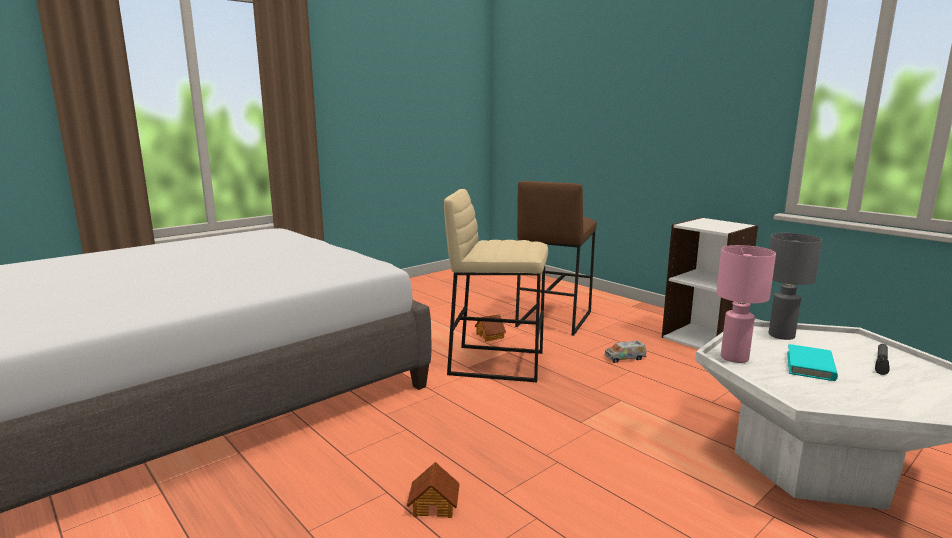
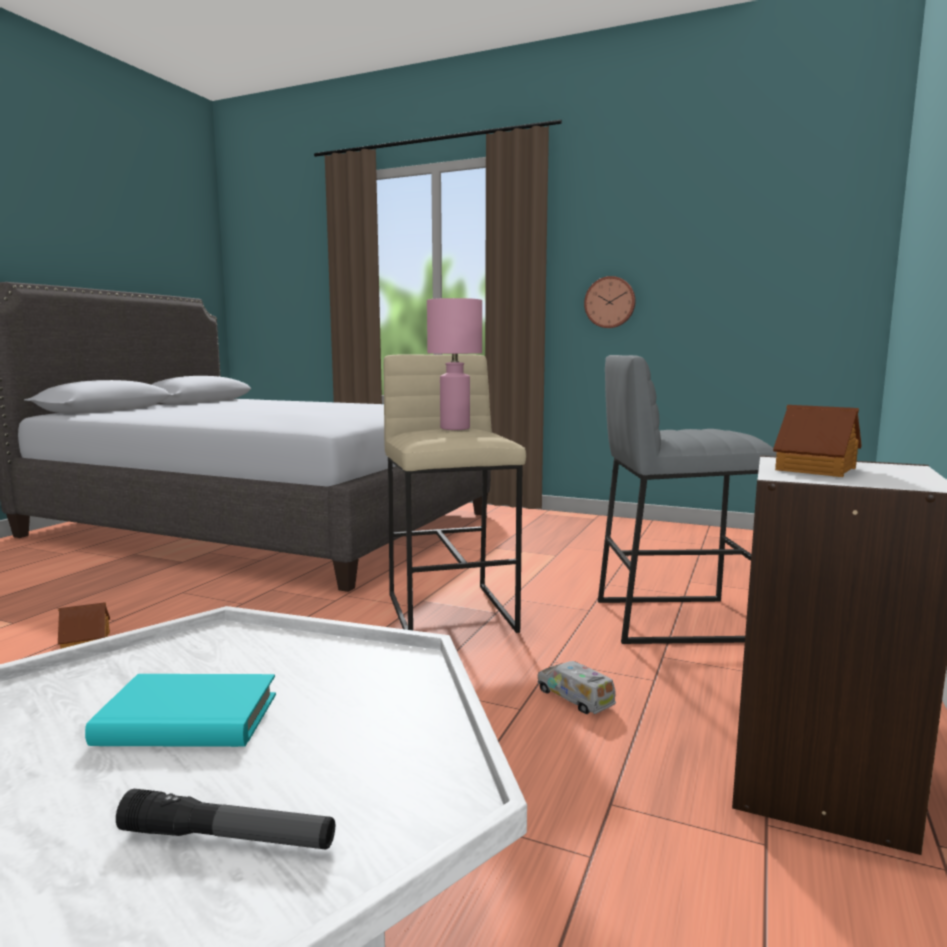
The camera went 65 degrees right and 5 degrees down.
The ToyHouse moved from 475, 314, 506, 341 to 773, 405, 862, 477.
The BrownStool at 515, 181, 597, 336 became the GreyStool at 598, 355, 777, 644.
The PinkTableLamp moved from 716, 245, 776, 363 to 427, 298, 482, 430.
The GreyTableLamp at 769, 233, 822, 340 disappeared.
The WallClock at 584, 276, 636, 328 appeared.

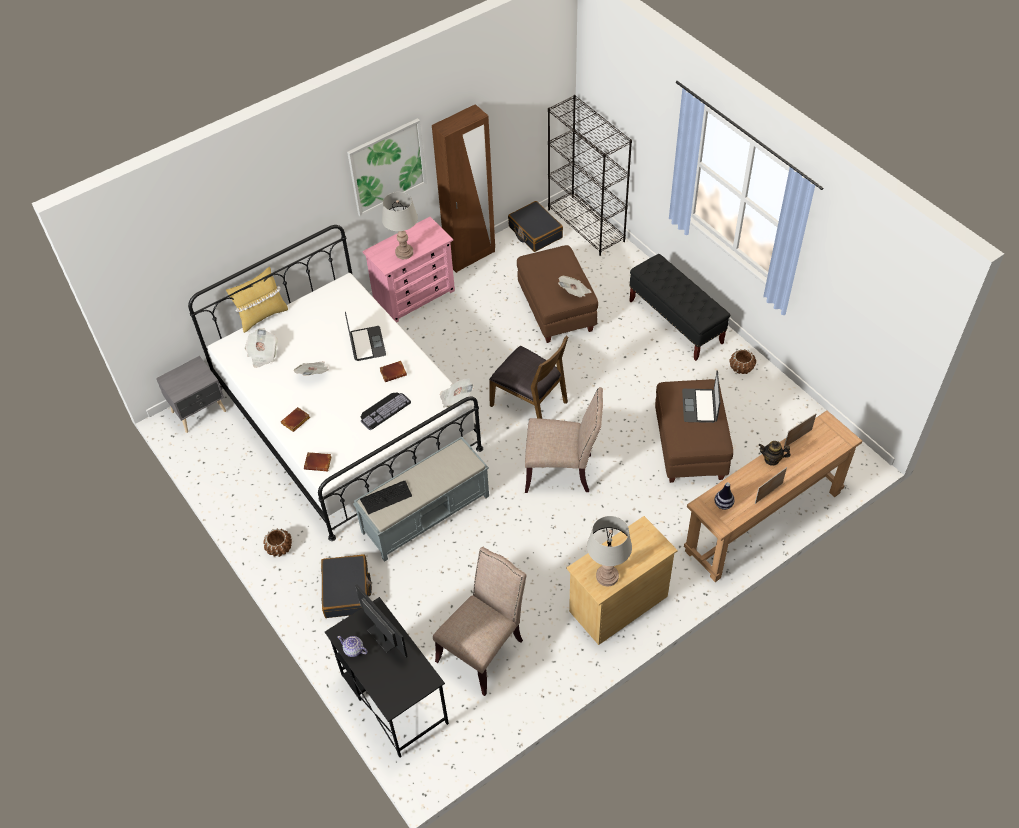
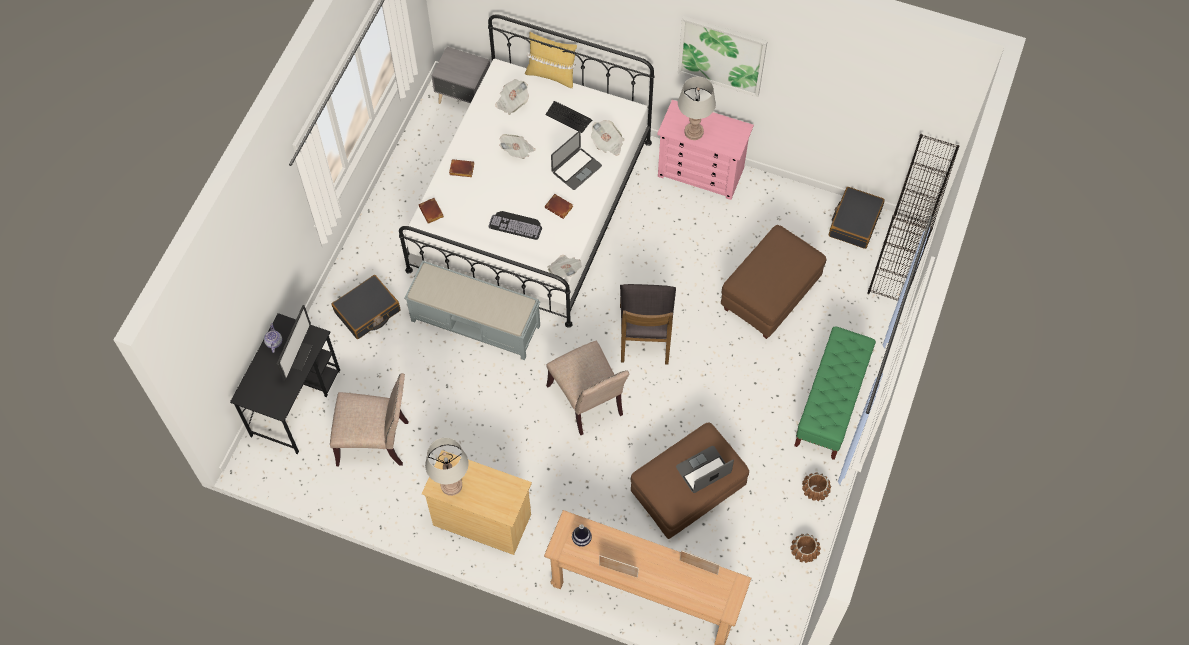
The camera went 55 degrees right and 10 degrees up.
The BrownPlanter moved from 263, 529, 292, 557 to 790, 533, 821, 563.
The Keyboard moved from 360, 481, 412, 514 to 545, 101, 592, 133.
The BrownWardrobe at 432, 104, 495, 273 disappeared.
The Newspaper moved from 558, 276, 591, 298 to 591, 120, 624, 156.
The BlackBench at 629, 254, 730, 361 became the GreenBench at 794, 326, 876, 460.
The Teapot at 758, 441, 791, 466 disappeared.

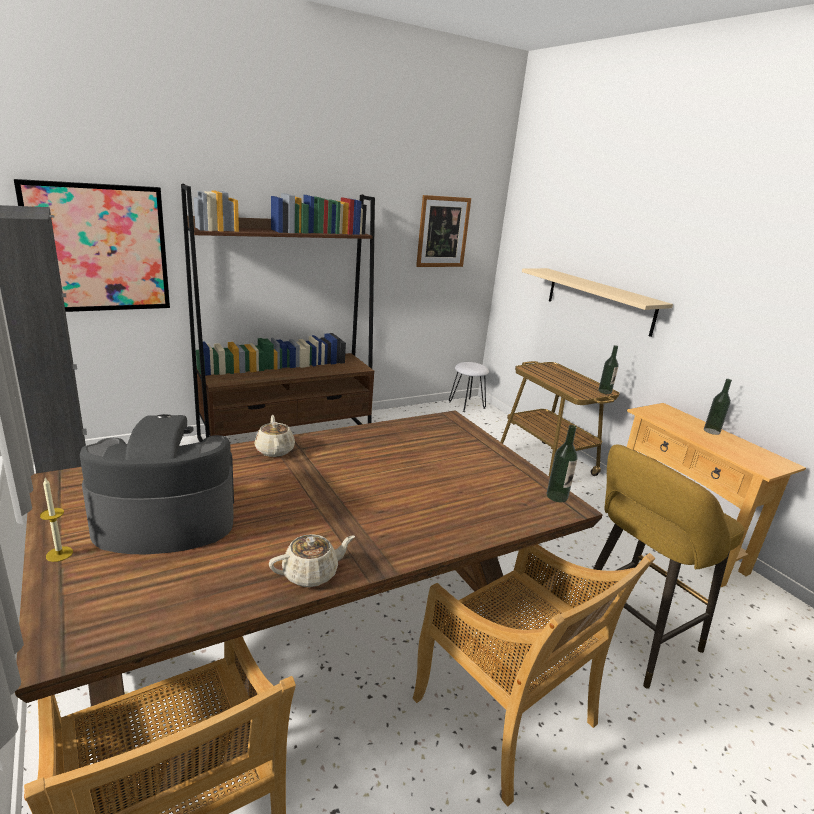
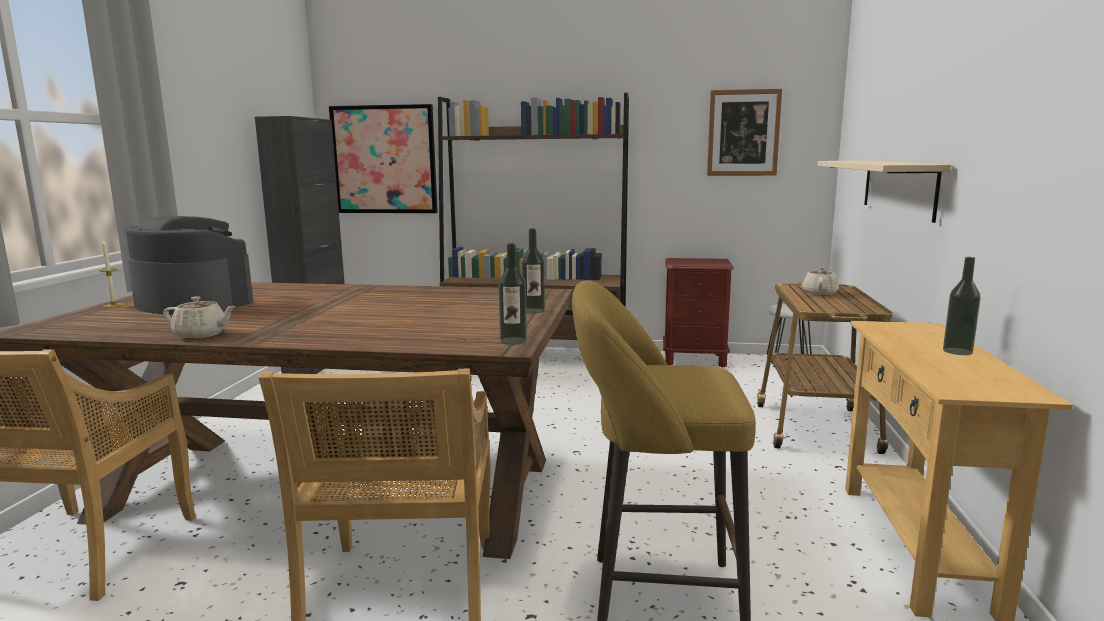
The camera went 40 degrees right and 10 degrees down.
The BeigeTeapot moved from 254, 415, 295, 457 to 802, 267, 839, 296.
The Bottle moved from 598, 345, 618, 394 to 522, 228, 545, 314.
The BrownNightstand at 663, 258, 734, 367 appeared.

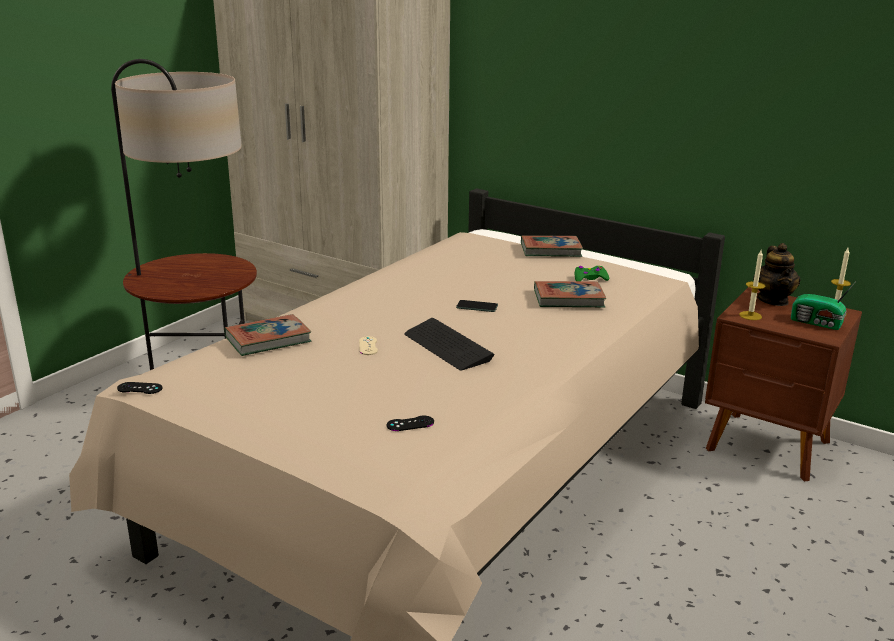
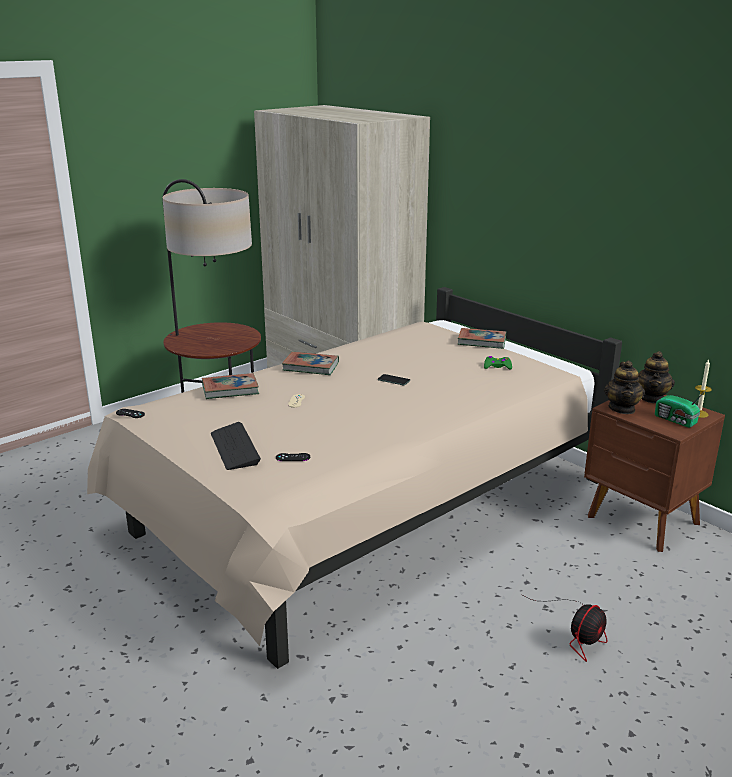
The camera went 15 degrees right and 0 degrees up.
The Keyboard moved from 404, 318, 495, 371 to 211, 422, 261, 470.
The Book moved from 534, 281, 606, 308 to 282, 352, 339, 375.
The Candle at 739, 250, 765, 320 was replaced by the Teapot at 604, 360, 645, 414.
The Fan at 521, 594, 607, 662 appeared.

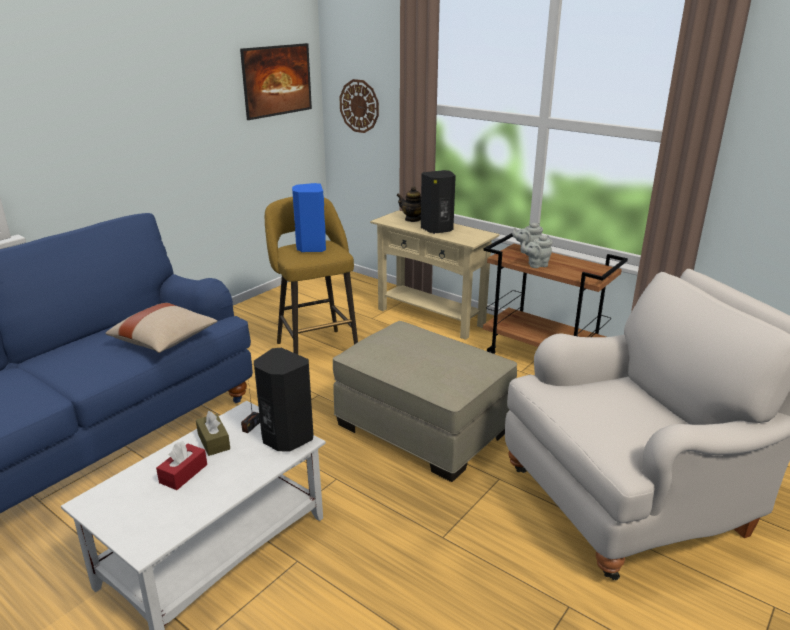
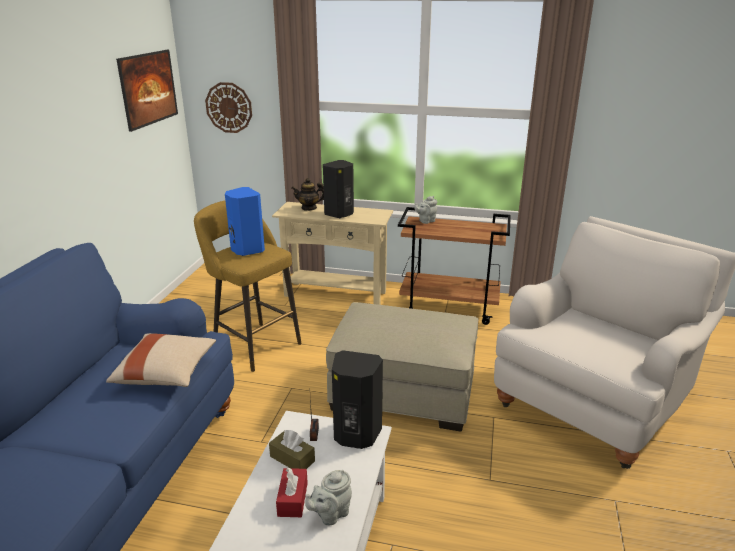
The camera went 25 degrees left and 0 degrees up.
The GreyTeapot moved from 521, 235, 553, 268 to 305, 470, 352, 526.

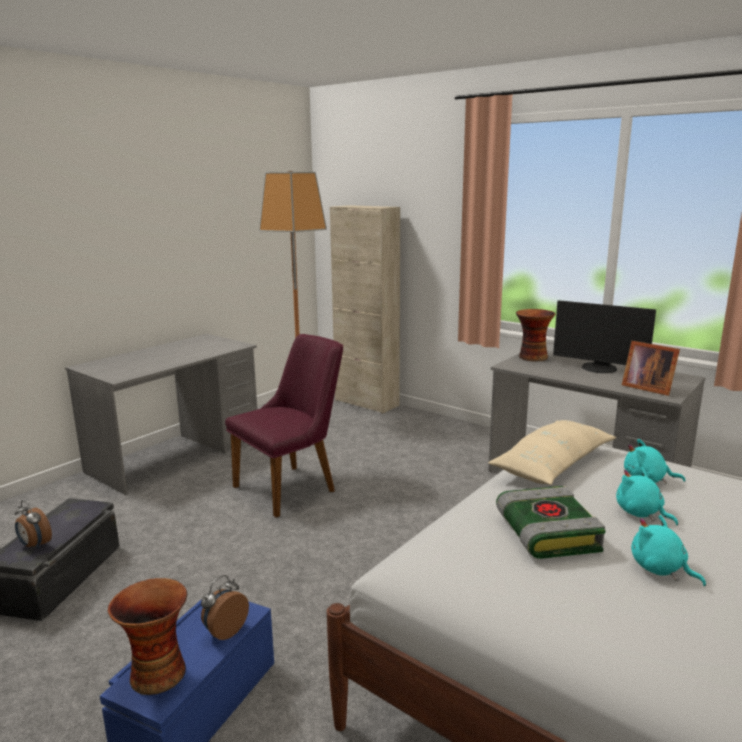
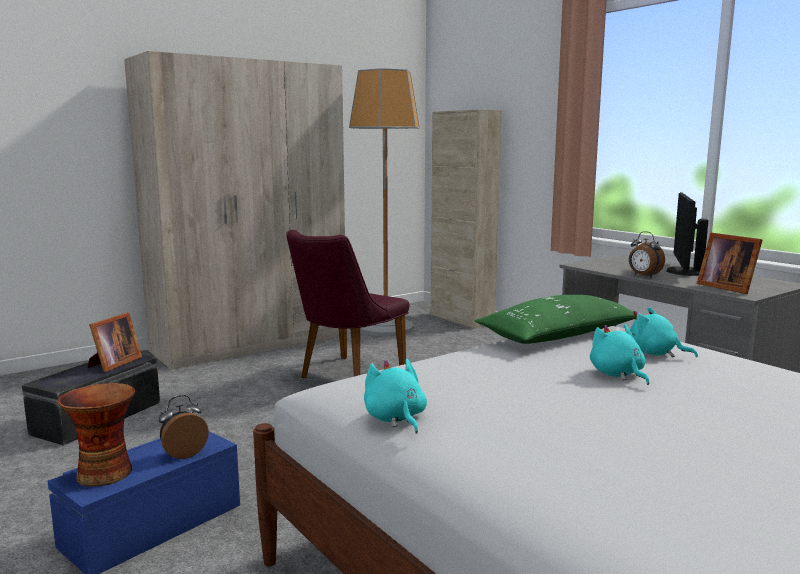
The camera went 15 degrees right and 5 degrees down.
The AlarmClock moved from 15, 500, 52, 549 to 629, 231, 665, 278.
The GreyDesk at 65, 334, 257, 495 was replaced by the BeigeWardrobe at 124, 51, 345, 370.
The PurpleChair at 225, 334, 343, 518 turned 150 degrees clockwise.
The BeigePillow at 488, 420, 616, 485 became the GreenPillow at 475, 295, 636, 344.
The Book at 496, 486, 605, 559 disappeared.
The Vase at 516, 309, 556, 361 disappeared.
The Monitor at 553, 300, 656, 373 turned 60 degrees clockwise.
The TurquoisePlushToy moved from 631, 515, 706, 586 to 364, 359, 427, 434.
The PictureFrame at 88, 312, 142, 372 appeared.

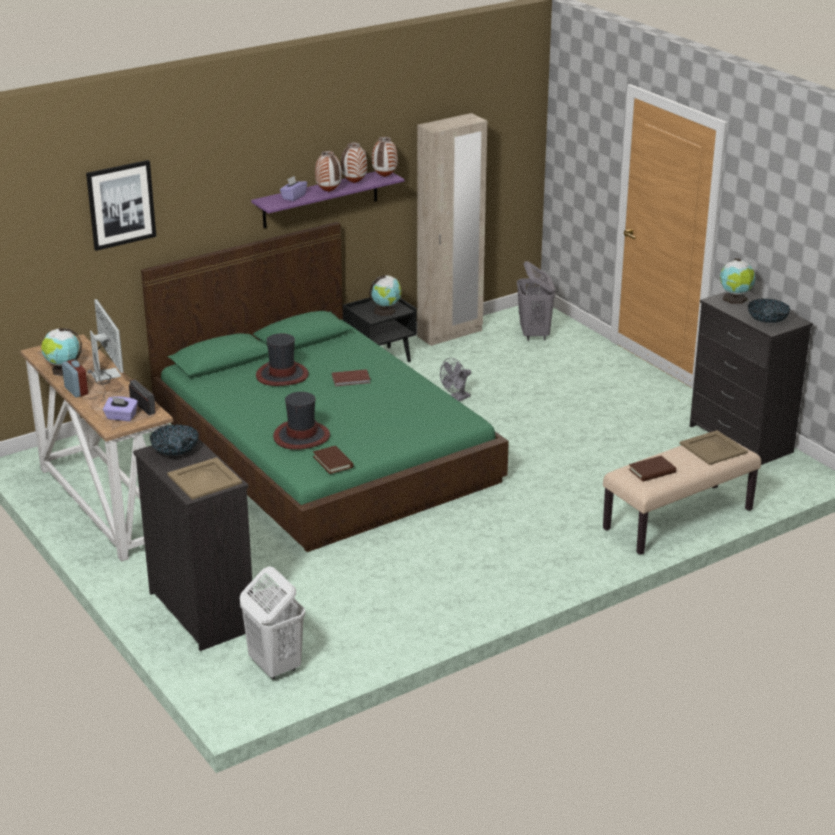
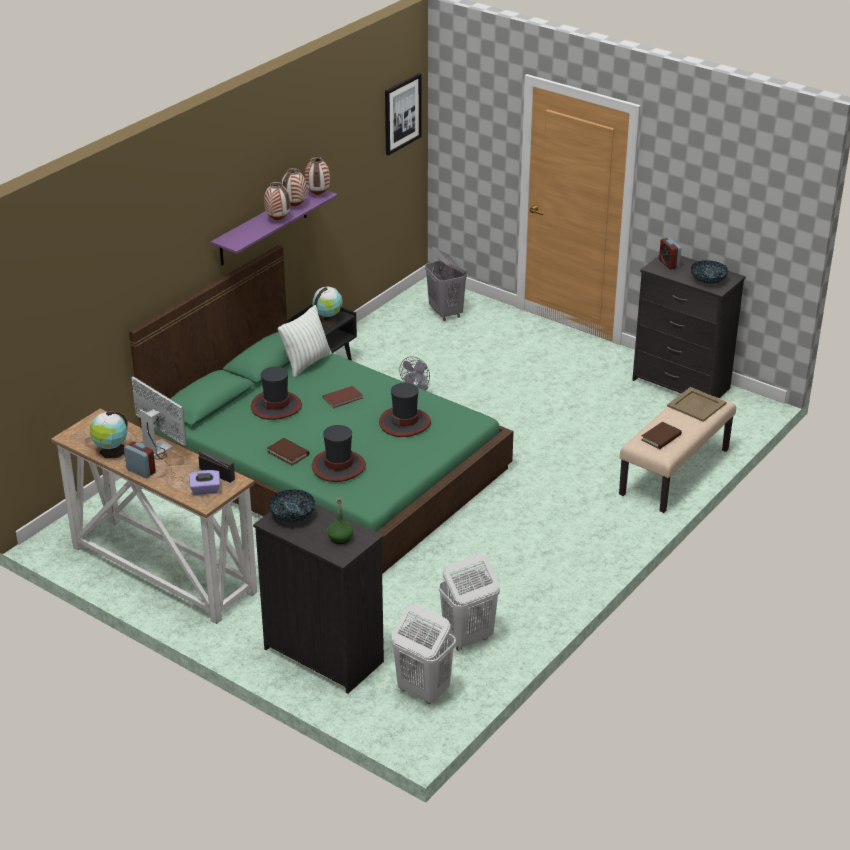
The camera went 20 degrees left and 5 degrees up.
The Picture moved from 86, 160, 156, 251 to 385, 73, 422, 156.
The BeigeTray at 167, 457, 242, 500 was replaced by the GreenBottle at 327, 498, 353, 544.
The PurpleTissueBox at 280, 176, 307, 201 disappeared.
The BrownBook moved from 313, 446, 354, 474 to 267, 438, 309, 466.
The BeigeWardrobe at 417, 113, 487, 346 disappeared.
The Globe at 720, 258, 755, 304 was replaced by the AlarmClock at 659, 238, 681, 269.
The Pillow at 278, 305, 332, 377 appeared.
The Hat at 379, 383, 431, 437 appeared.
The WhiteLaundryBasket at 439, 554, 500, 651 appeared.

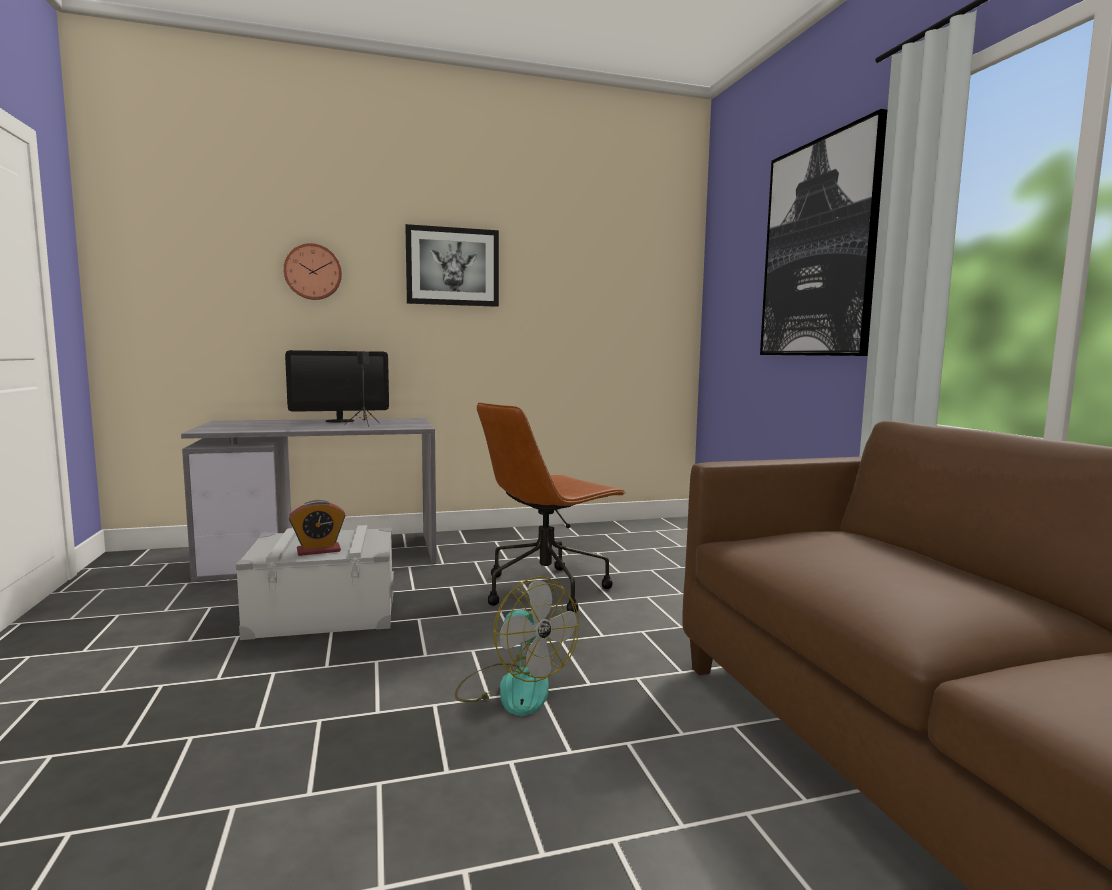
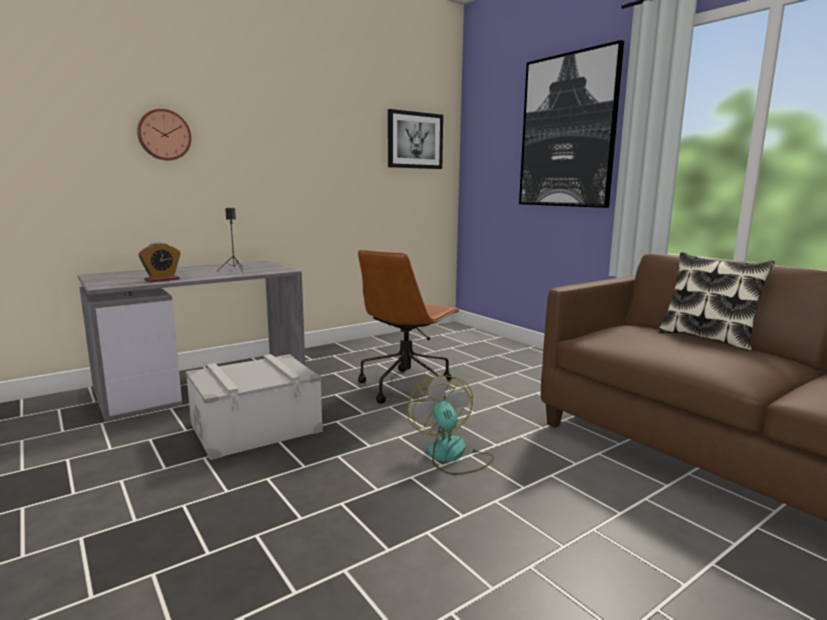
The camera went 20 degrees left and 5 degrees up.
The Monitor at 285, 350, 389, 423 disappeared.
The AlarmClock moved from 289, 500, 346, 556 to 138, 243, 181, 283.
The Picture moved from 405, 224, 499, 307 to 388, 109, 443, 169.
The Fan at 455, 577, 579, 716 turned 135 degrees counterclockwise.
The Pillow at 658, 252, 775, 351 appeared.

